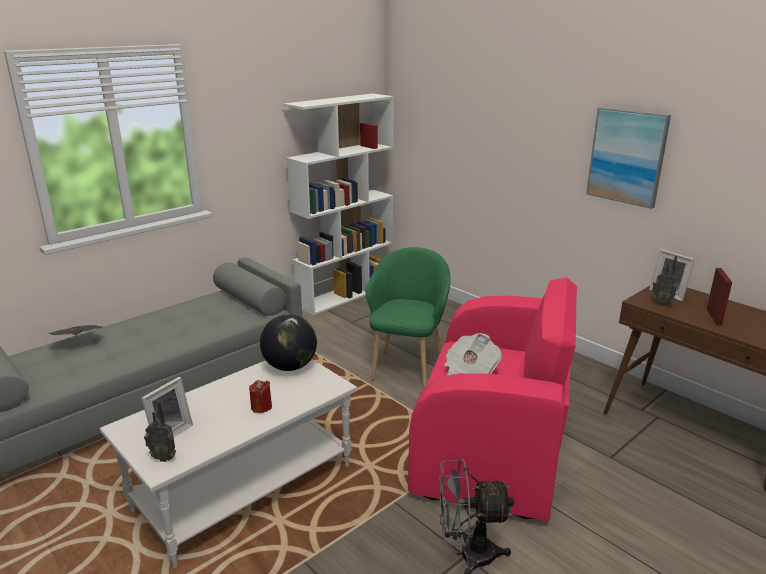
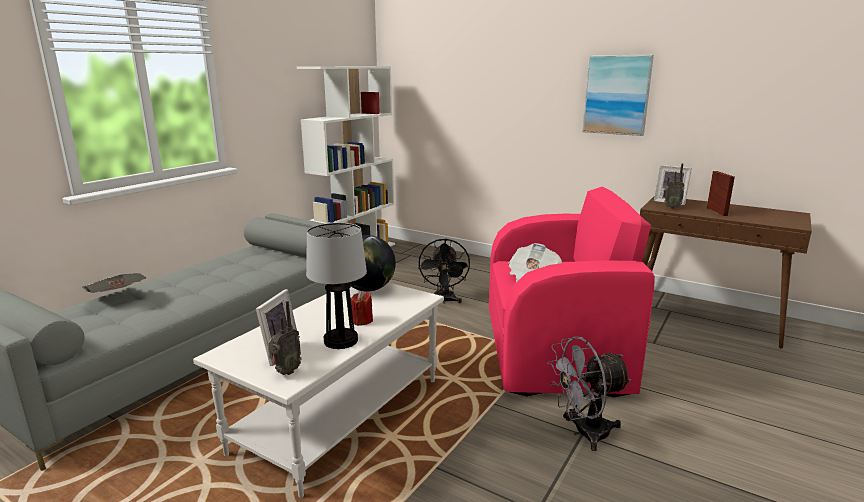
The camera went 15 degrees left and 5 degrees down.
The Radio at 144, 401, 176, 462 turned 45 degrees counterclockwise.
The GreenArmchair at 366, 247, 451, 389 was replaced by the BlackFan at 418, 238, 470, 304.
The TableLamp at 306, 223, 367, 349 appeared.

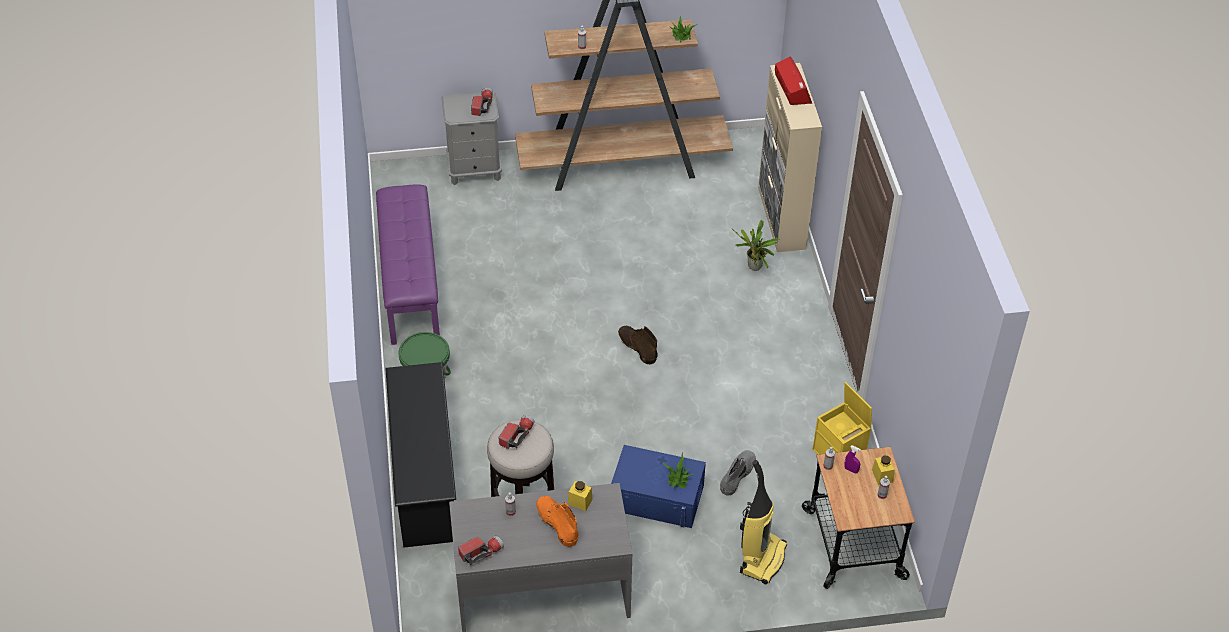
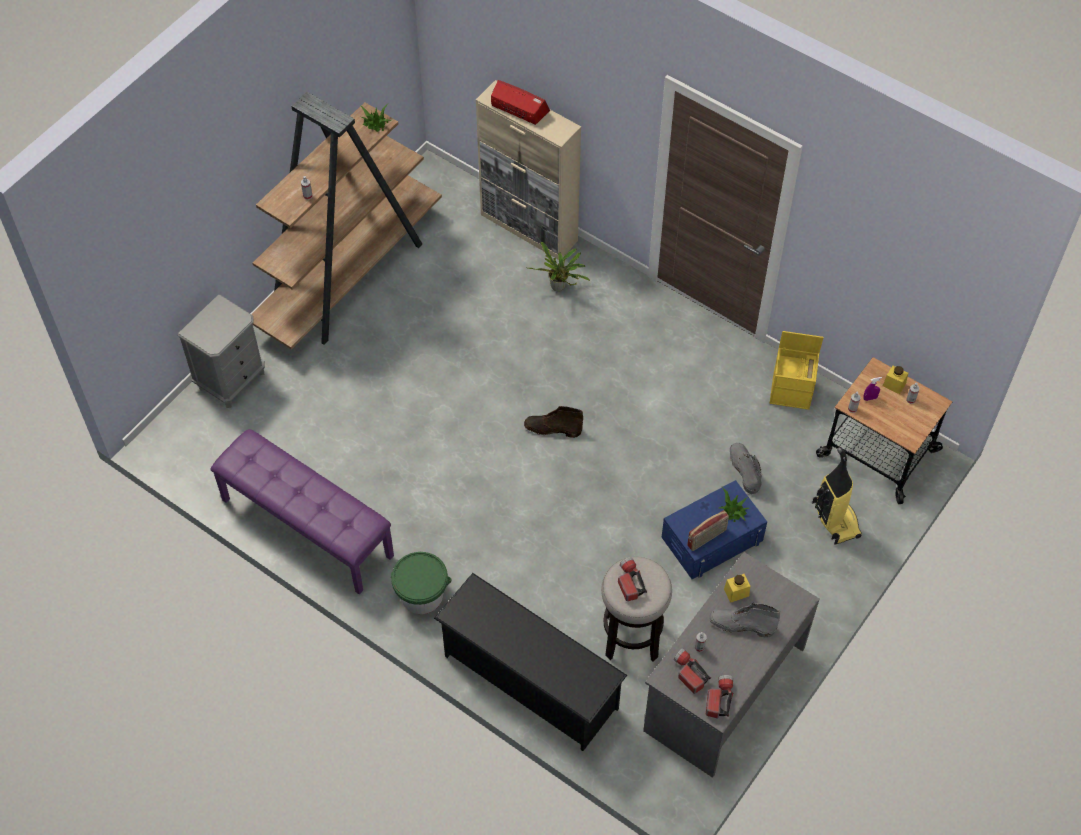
The camera went 45 degrees left and 10 degrees up.
The Flashlight moved from 471, 88, 493, 116 to 674, 648, 711, 694.
The OrangeBoot at 536, 496, 579, 547 became the GreyBoot at 709, 603, 780, 638.
The Radio at 687, 510, 729, 551 appeared.

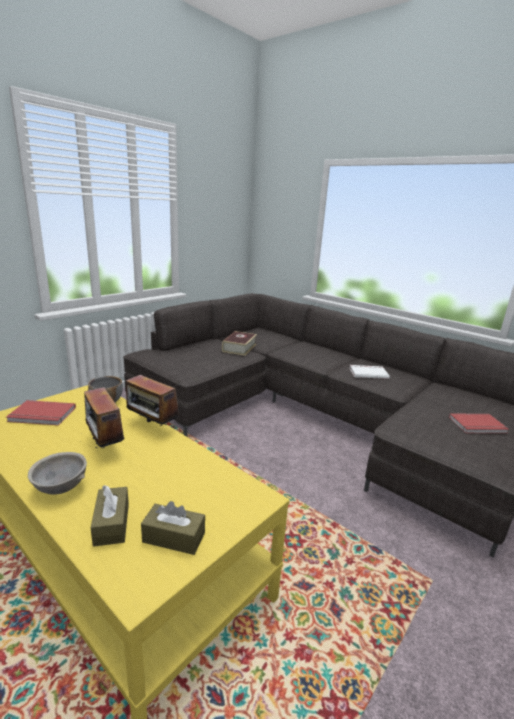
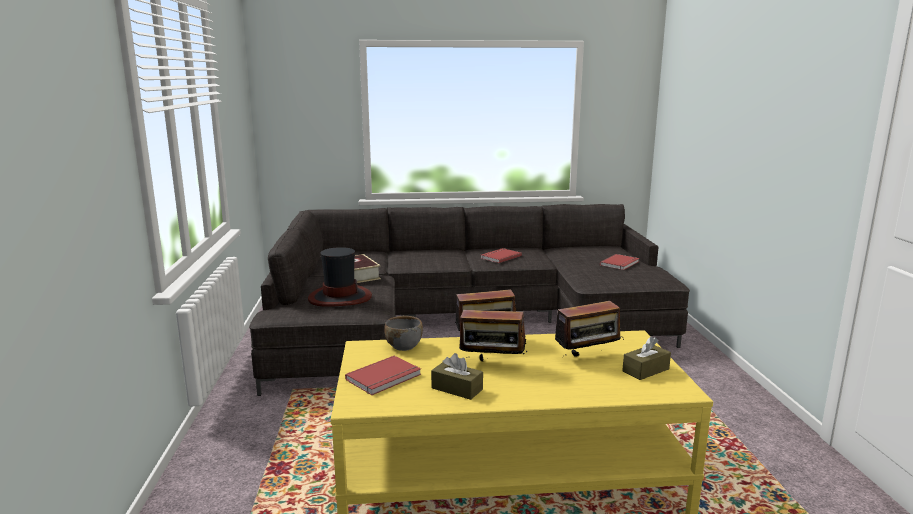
The camera went 45 degrees left and 5 degrees down.
The GreyBowl at 28, 452, 87, 495 disappeared.
The BrownTissueBox moved from 91, 485, 129, 547 to 431, 353, 483, 400.
The WhiteBook at 350, 365, 390, 379 became the RedBook at 480, 248, 522, 263.
The Hat at 308, 247, 372, 307 appeared.
The Radio at 555, 298, 624, 356 appeared.

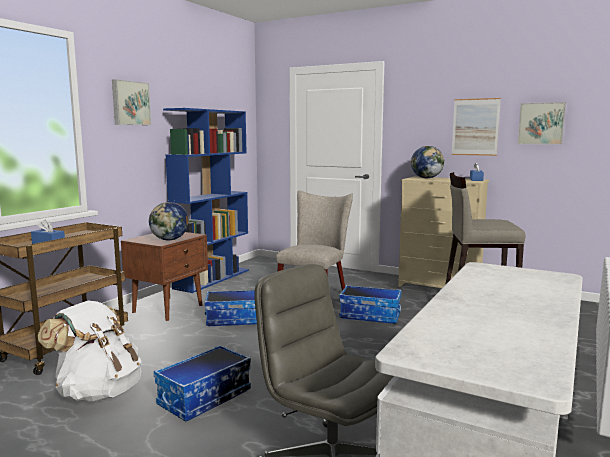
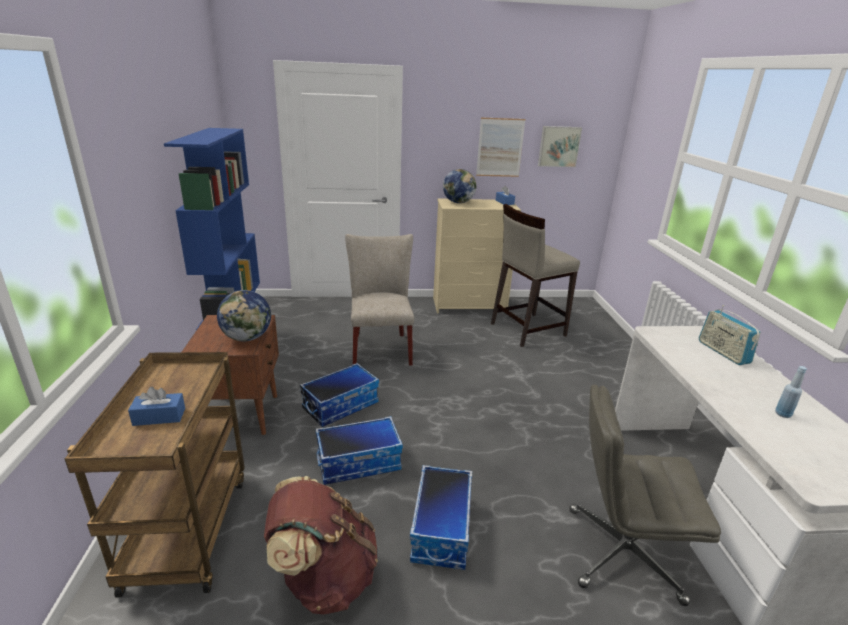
The camera went 35 degrees left and 15 degrees up.
The WhiteBackpack at 38, 301, 141, 402 became the BrownBackpack at 264, 476, 378, 614.
The Picture at 112, 79, 151, 125 disappeared.
The StorageBox moved from 339, 285, 401, 324 to 316, 416, 403, 485.
The Radio at 699, 305, 761, 365 appeared.
The BlueBottle at 775, 366, 807, 418 appeared.

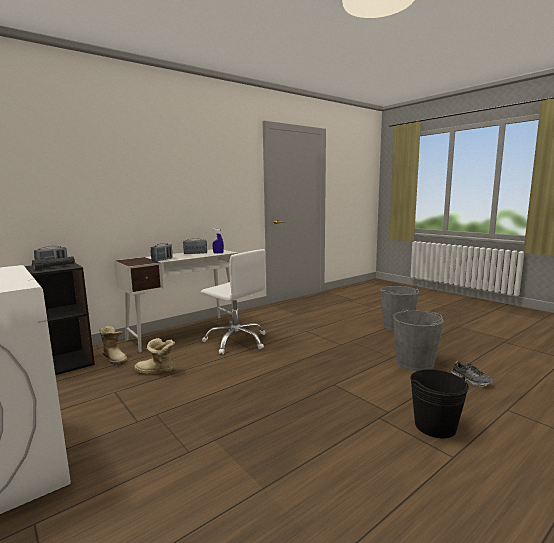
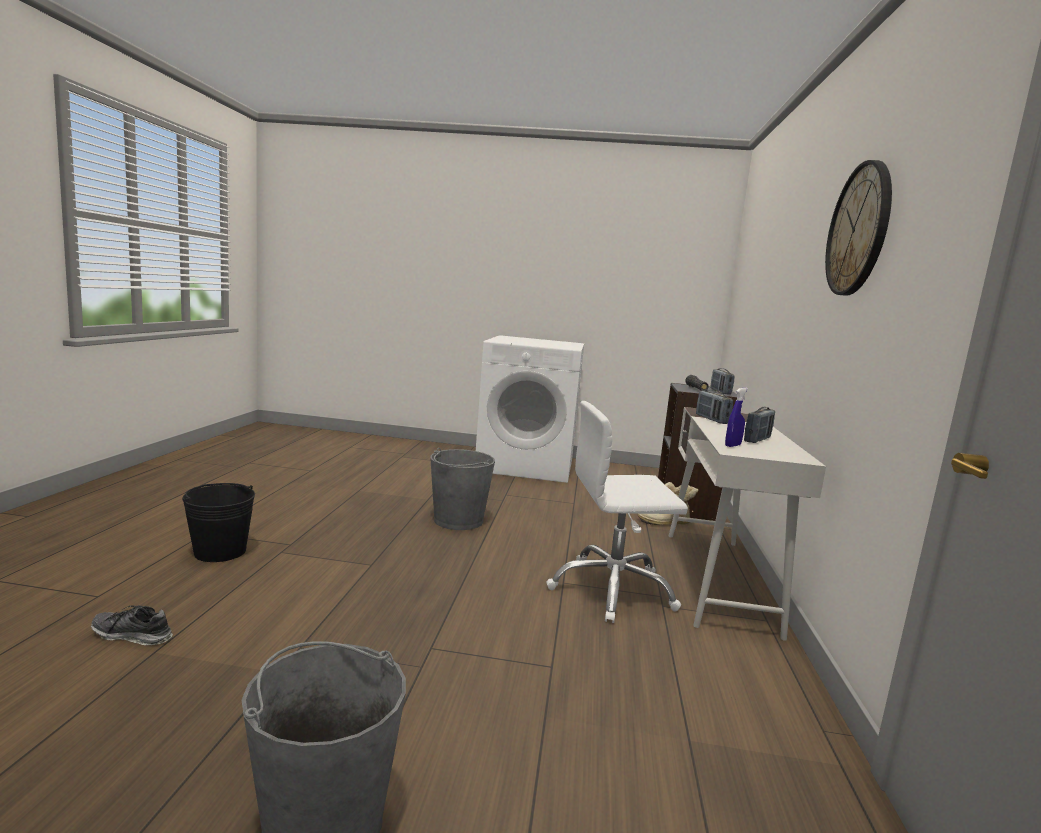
The camera went 135 degrees right and 0 degrees up.
The Boot at 134, 338, 175, 374 disappeared.
The GreyBucket moved from 393, 309, 444, 371 to 430, 448, 495, 530.
The WallClock at 825, 160, 892, 296 appeared.

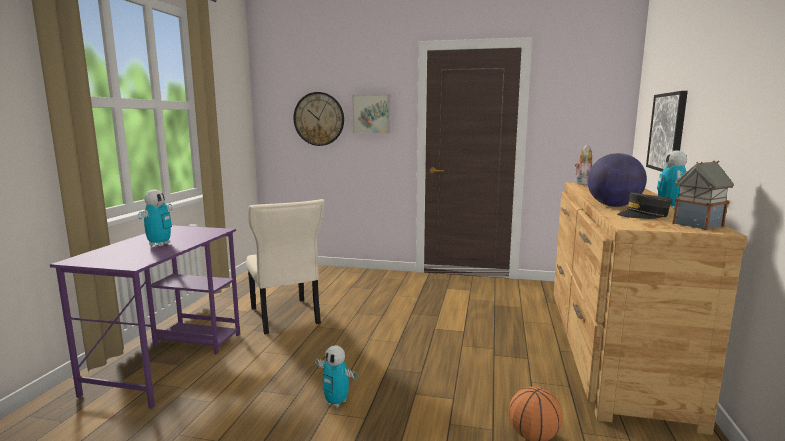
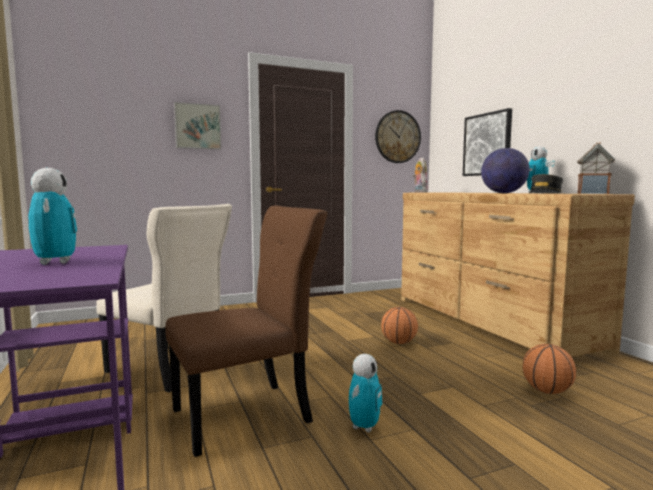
The camera went 35 degrees left and 5 degrees down.
The WallClock moved from 293, 92, 344, 146 to 375, 110, 421, 163.
The ToyRobot at 315, 345, 357, 408 turned 60 degrees counterclockwise.
The BrownChair at 165, 206, 327, 457 appeared.
The Basketball at 381, 307, 418, 344 appeared.

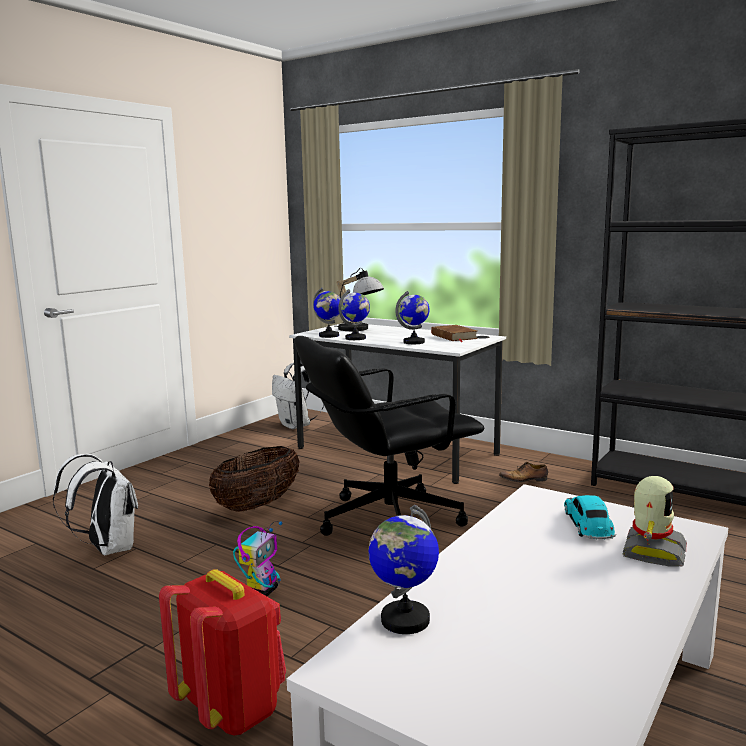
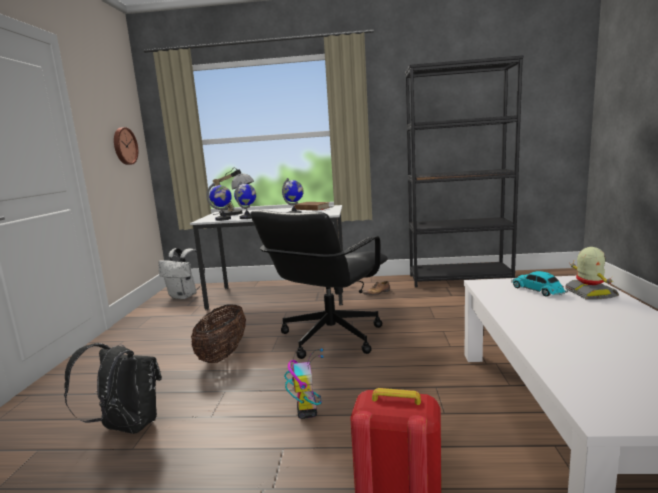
The camera went 30 degrees left and 0 degrees up.
The WhiteBackpack at 53, 454, 138, 555 became the BlackBackpack at 64, 343, 162, 434.
The Globe at 368, 505, 439, 634 disappeared.
The WallClock at 114, 127, 138, 165 appeared.

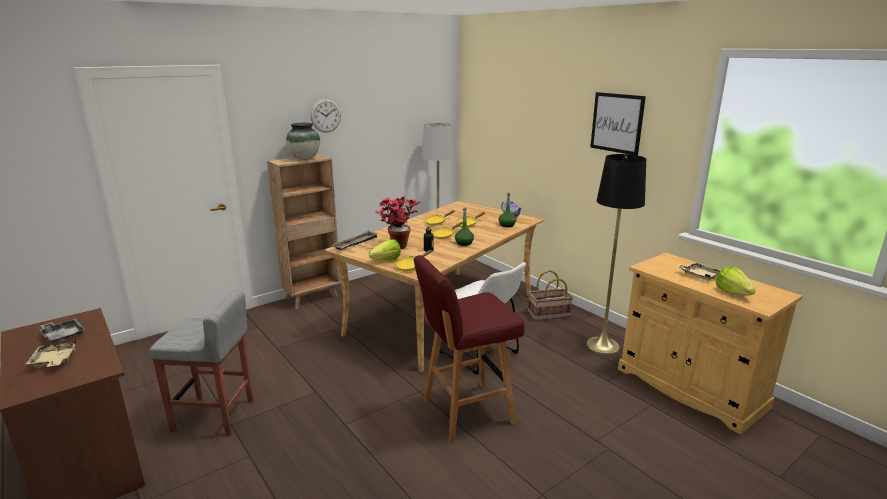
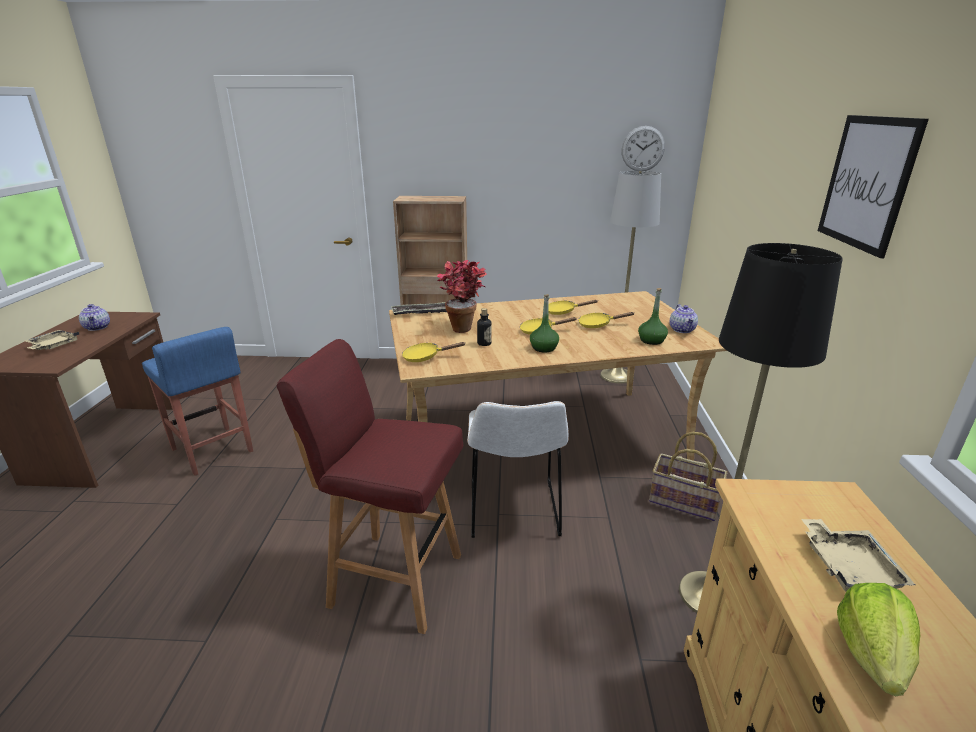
The camera went 40 degrees right and 5 degrees up.
The GreyTray at 39, 318, 86, 345 was replaced by the Teapot at 79, 304, 110, 331.
The GreyStool at 149, 290, 254, 436 became the BlueStool at 142, 327, 253, 476.
The Vase at 286, 123, 320, 160 disappeared.
The WallClock moved from 311, 99, 341, 133 to 622, 126, 665, 171.
The Lettuce at 369, 239, 401, 260 disappeared.

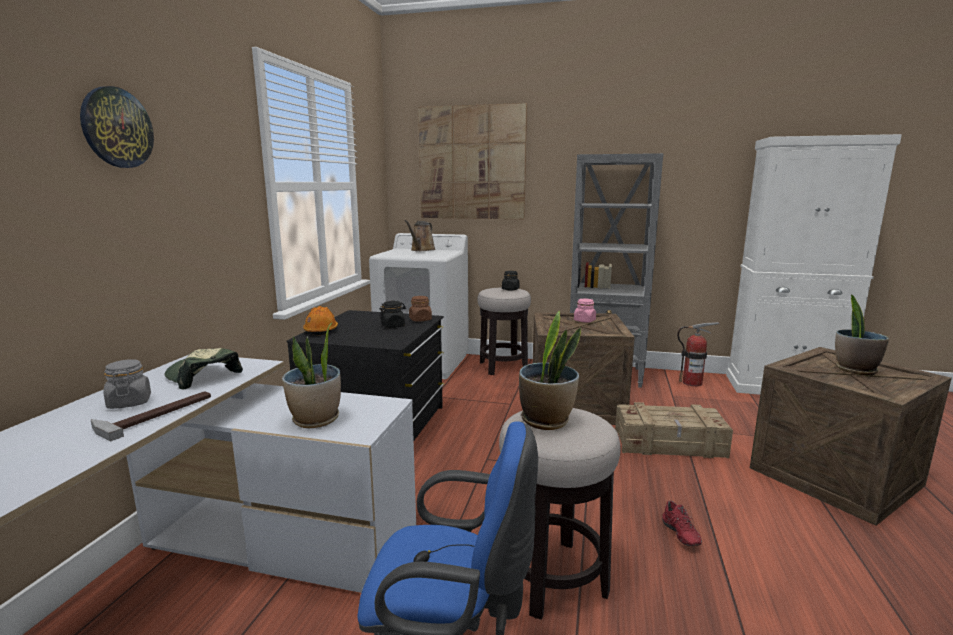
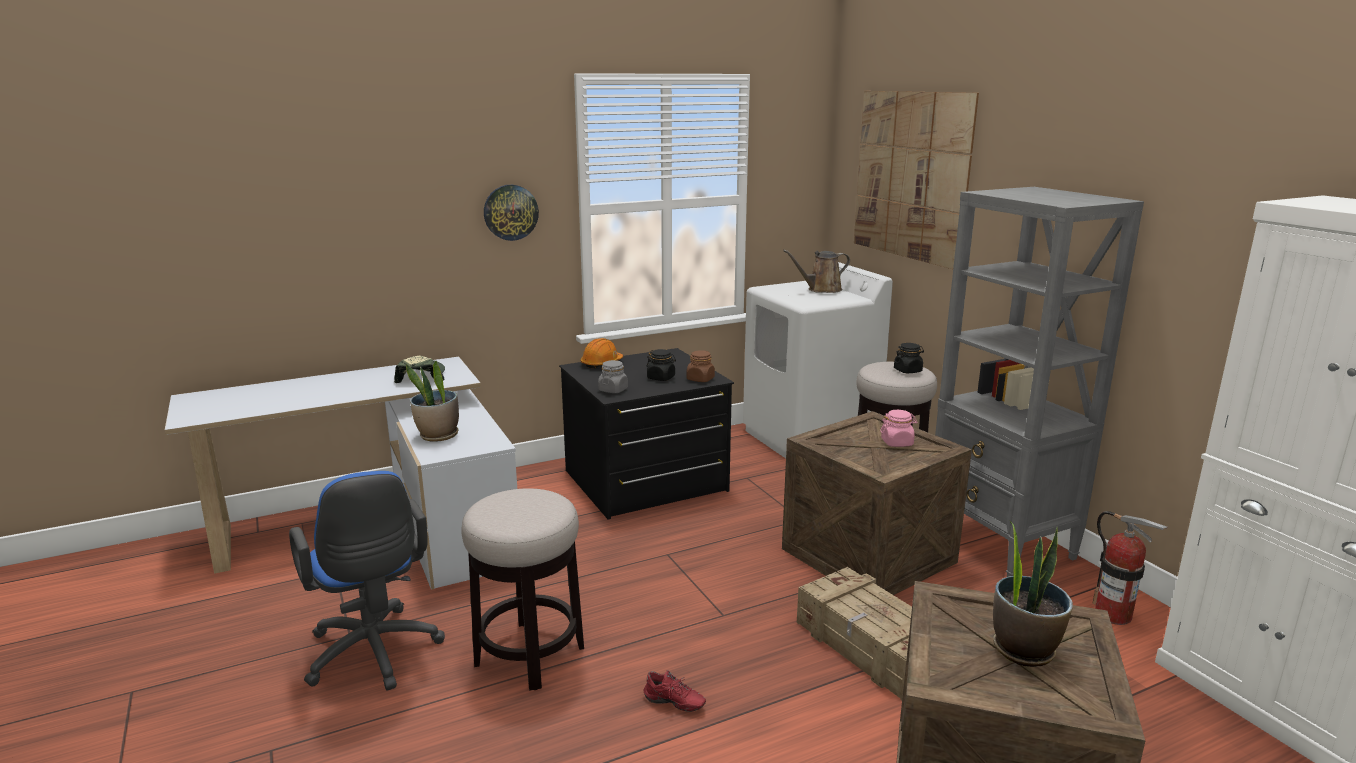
The camera went 50 degrees right and 5 degrees up.
The WallClock moved from 80, 86, 154, 168 to 484, 185, 539, 241.
The Hammer at 91, 391, 211, 441 disappeared.
The GreyJar moved from 104, 359, 151, 409 to 598, 360, 628, 393.
The PottedPlant at 519, 311, 581, 430 disappeared.
The RedShoe at 662, 501, 702, 546 turned 105 degrees counterclockwise.

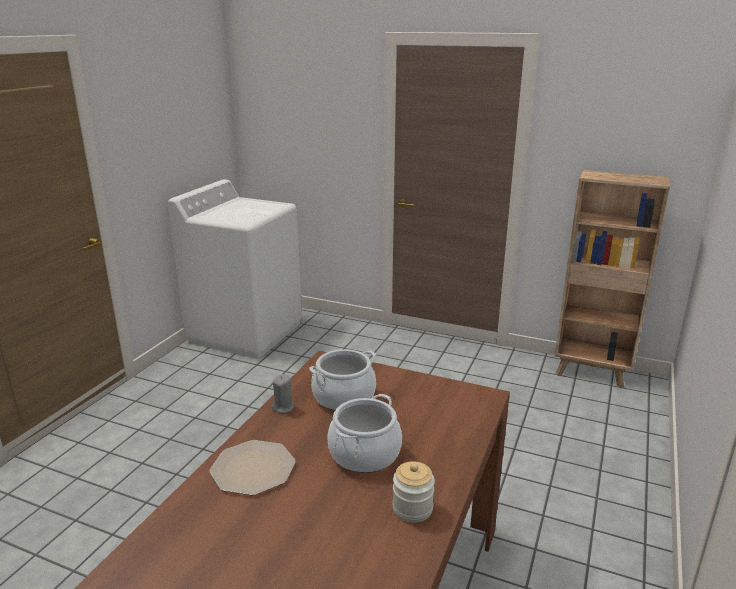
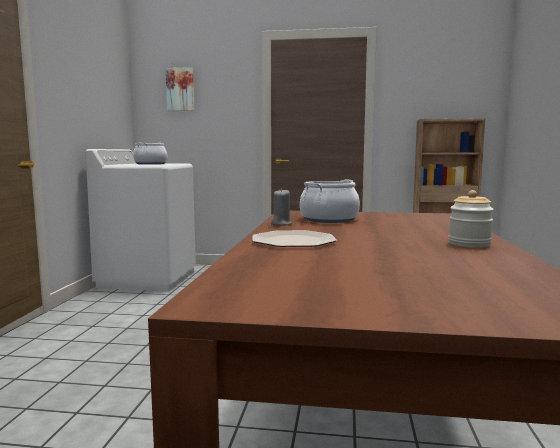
The camera went 15 degrees left and 15 degrees down.
The CookingPot moved from 327, 394, 402, 473 to 133, 142, 167, 165.
The Picture at 165, 67, 194, 111 appeared.

